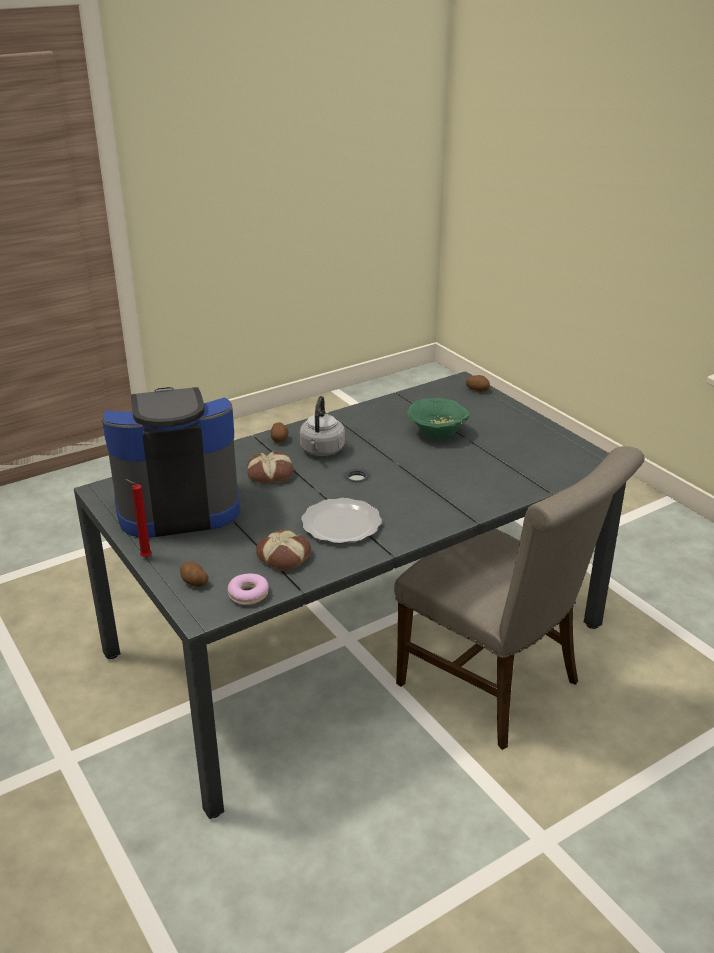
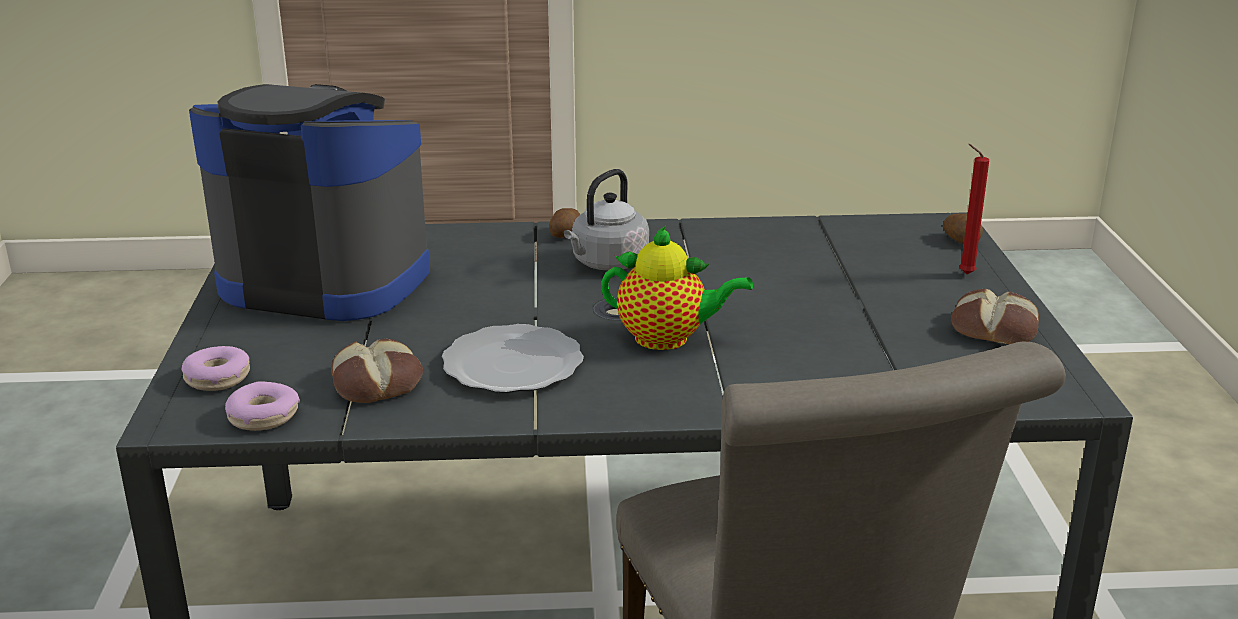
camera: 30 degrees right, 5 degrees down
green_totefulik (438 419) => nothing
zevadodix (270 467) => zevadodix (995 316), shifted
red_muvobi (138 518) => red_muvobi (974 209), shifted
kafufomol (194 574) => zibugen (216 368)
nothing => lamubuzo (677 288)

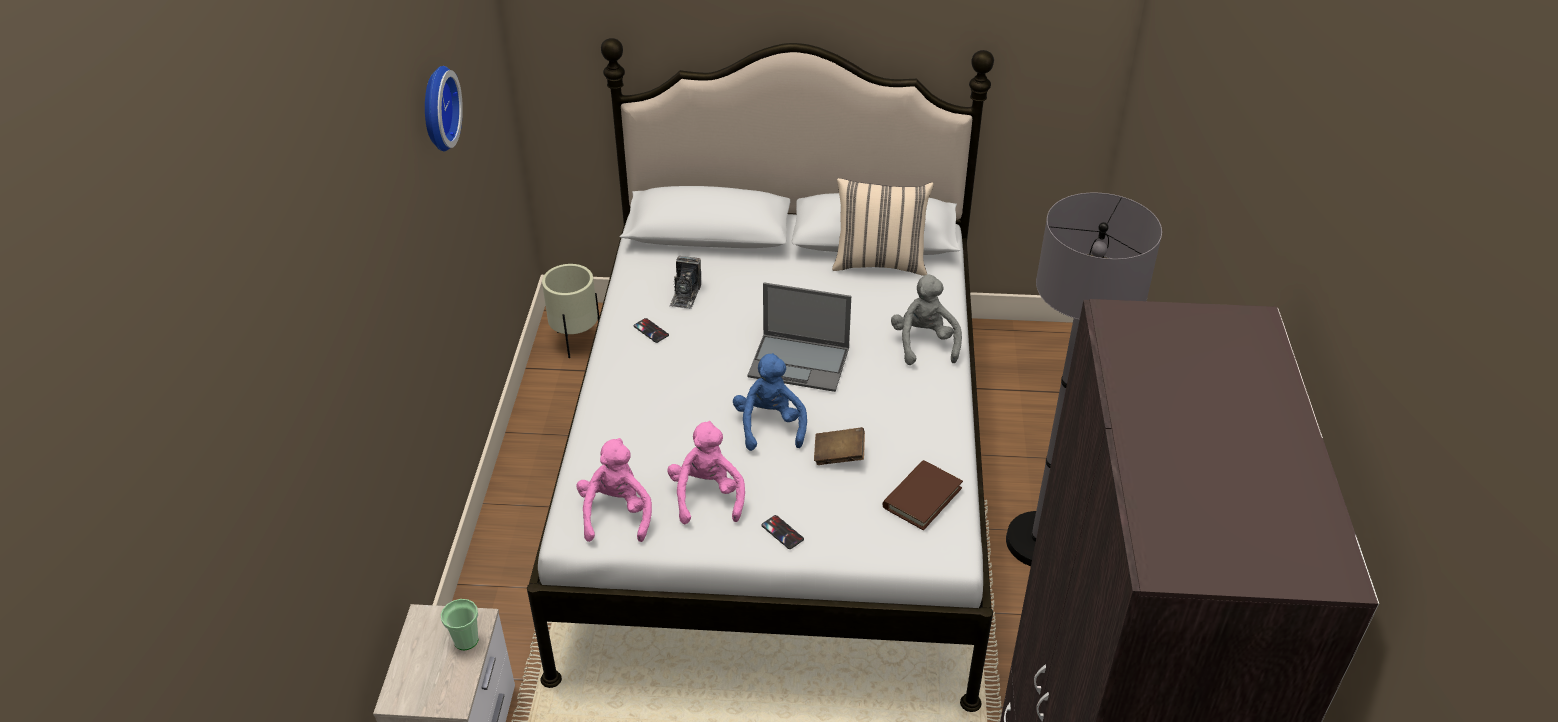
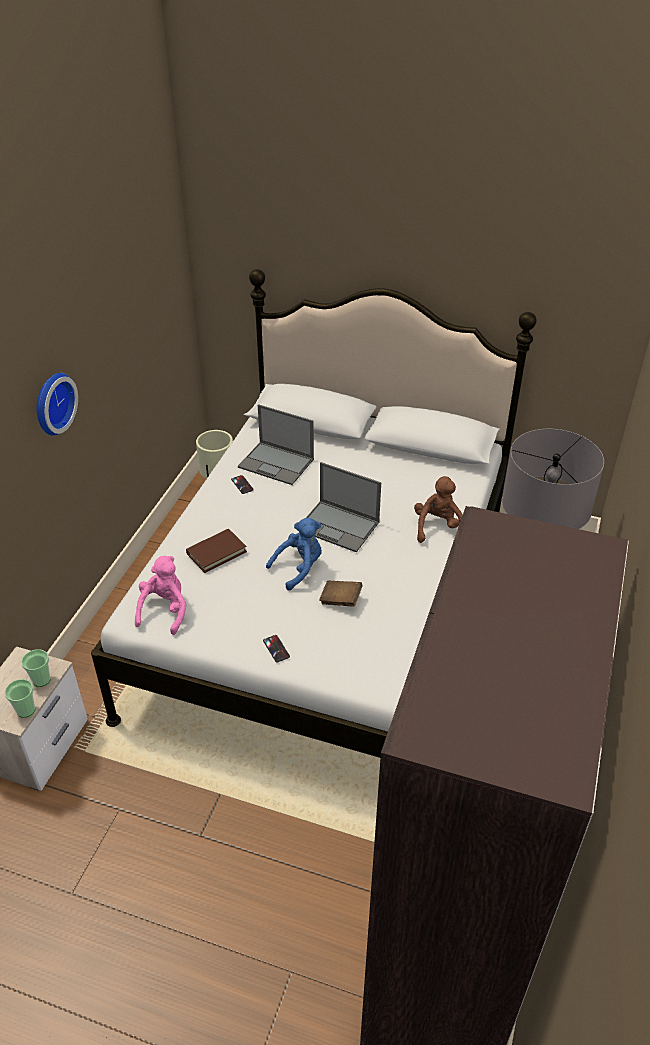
camera: 15 degrees right, 0 degrees up
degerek (444 108) => degerek (57 404), shifted
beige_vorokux (882 227) => nothing
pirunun (685 282) => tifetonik (276 444)
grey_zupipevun (926 320) => brown_zupipevun (438 509)
blue_zupipevun (770 402) => blue_zupipevun (294 554), 45 degrees clockwise
pink_zupipevun (706 472) => nothing
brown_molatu (922 495) => brown_molatu (216 551), shifted
nothing => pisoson (20 698)

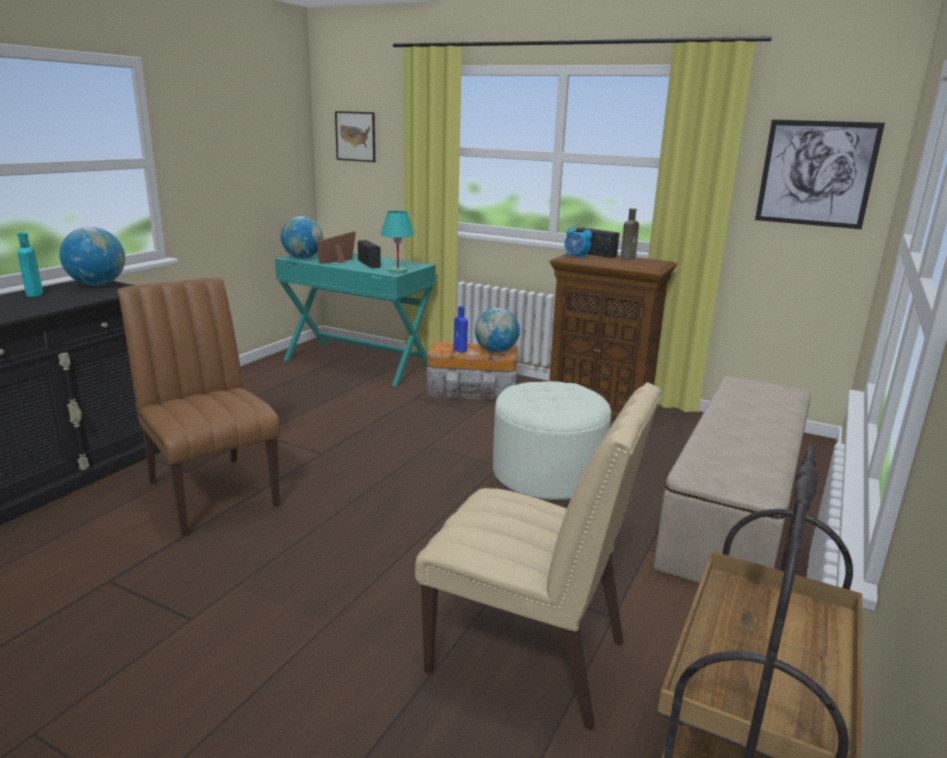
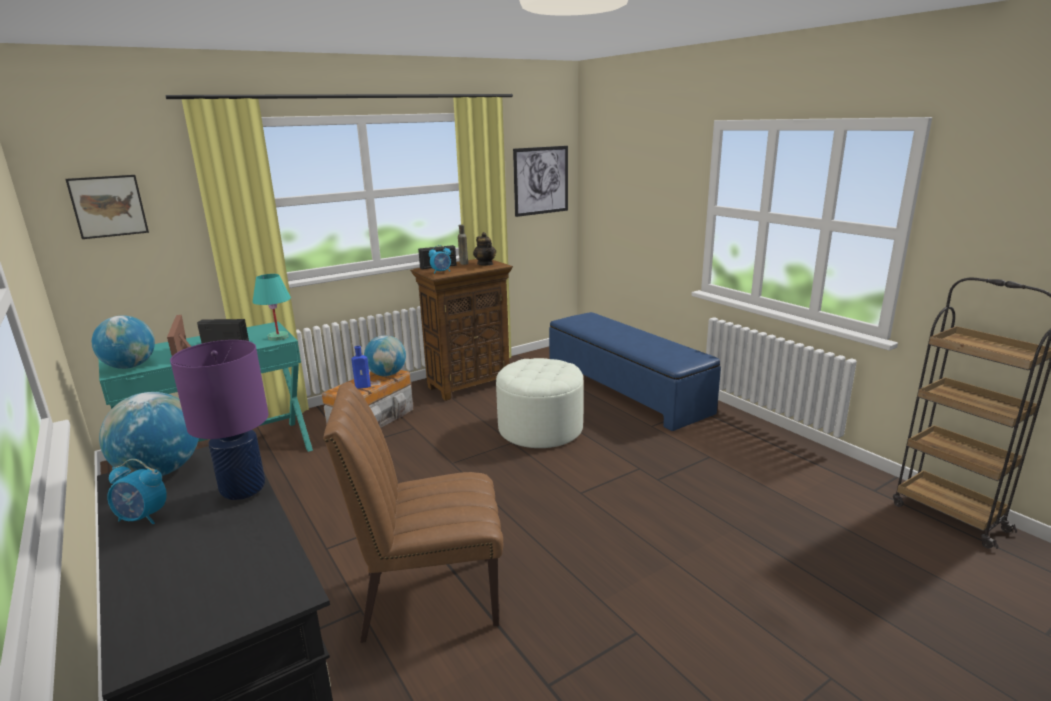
camera: 60 degrees left, 0 degrees up
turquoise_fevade (30 265) => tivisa (137 491)
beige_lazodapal (732 479) => blue_lazodapal (635 371)
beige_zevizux (538 556) => nothing
nothing => lamubuzo (484 249)
nothing => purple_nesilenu (219 420)

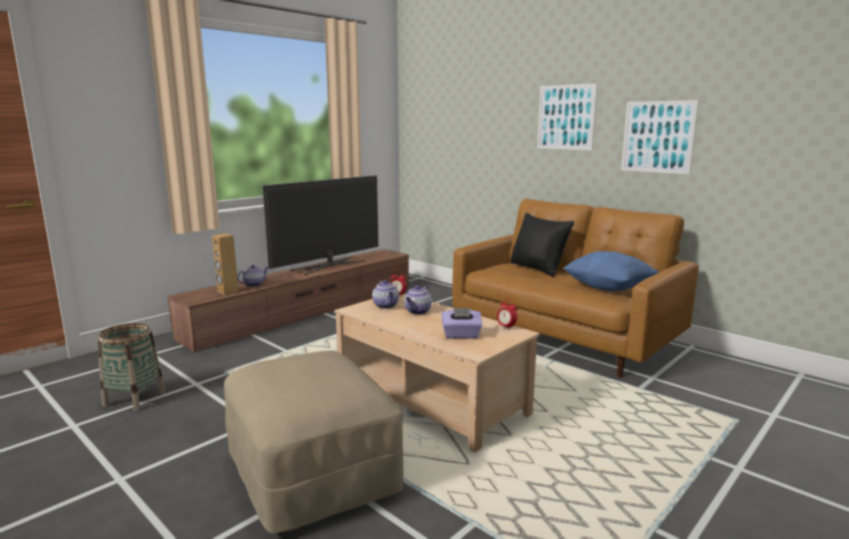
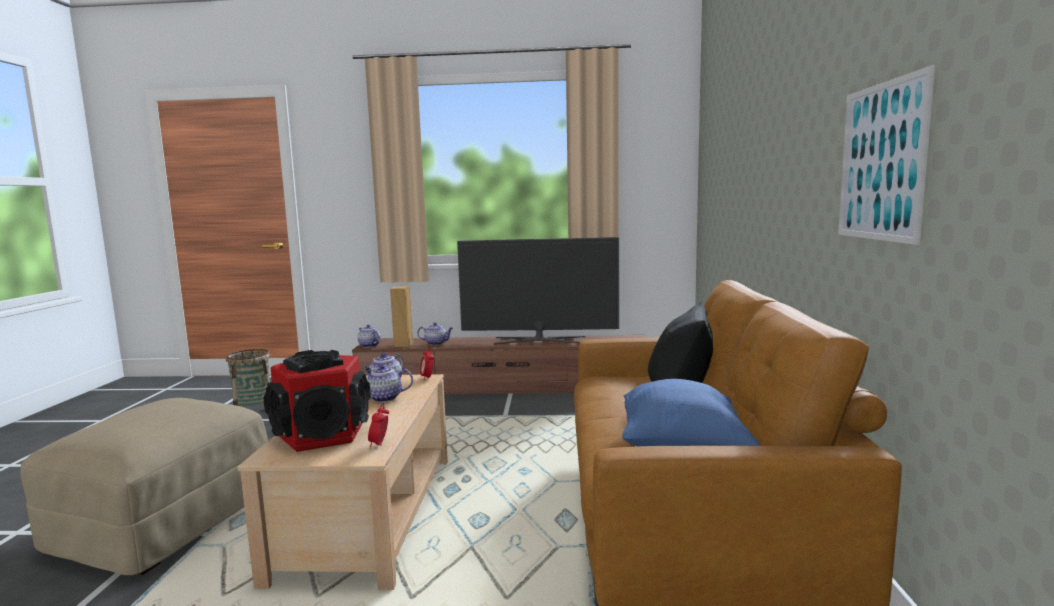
camera: 50 degrees right, 5 degrees down
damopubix (567 116) => nothing
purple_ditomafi (462 323) => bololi (317 401)
nothing => lamubuzo (369 336)

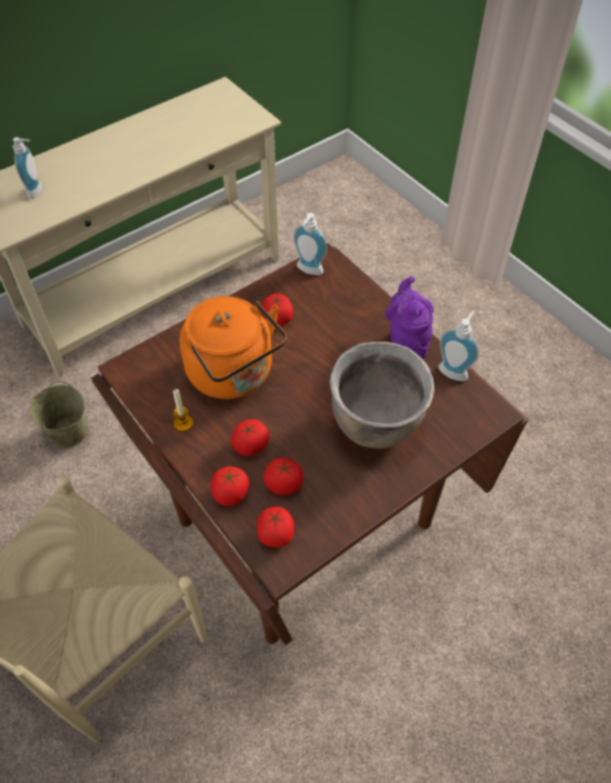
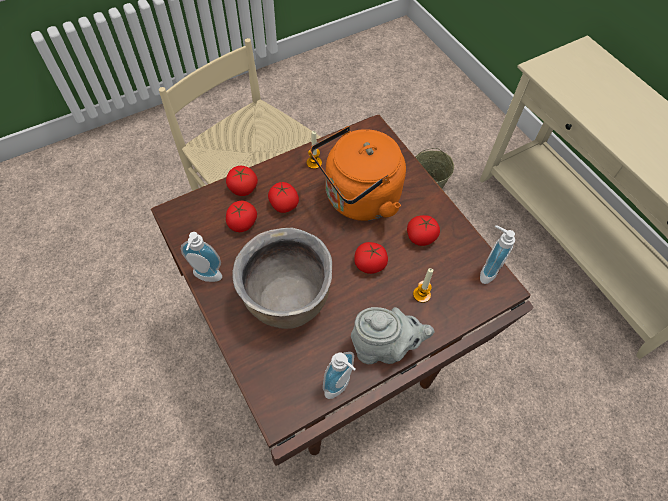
camera: 95 degrees right, 5 degrees up
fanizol (27 168) => fanizol (201 257), shifted
purple_lamubuzo (409 317) => grey_lamubuzo (392 335)
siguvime (275 526) => siguvime (371 258), shifted
nothing => muvobi (423 285)

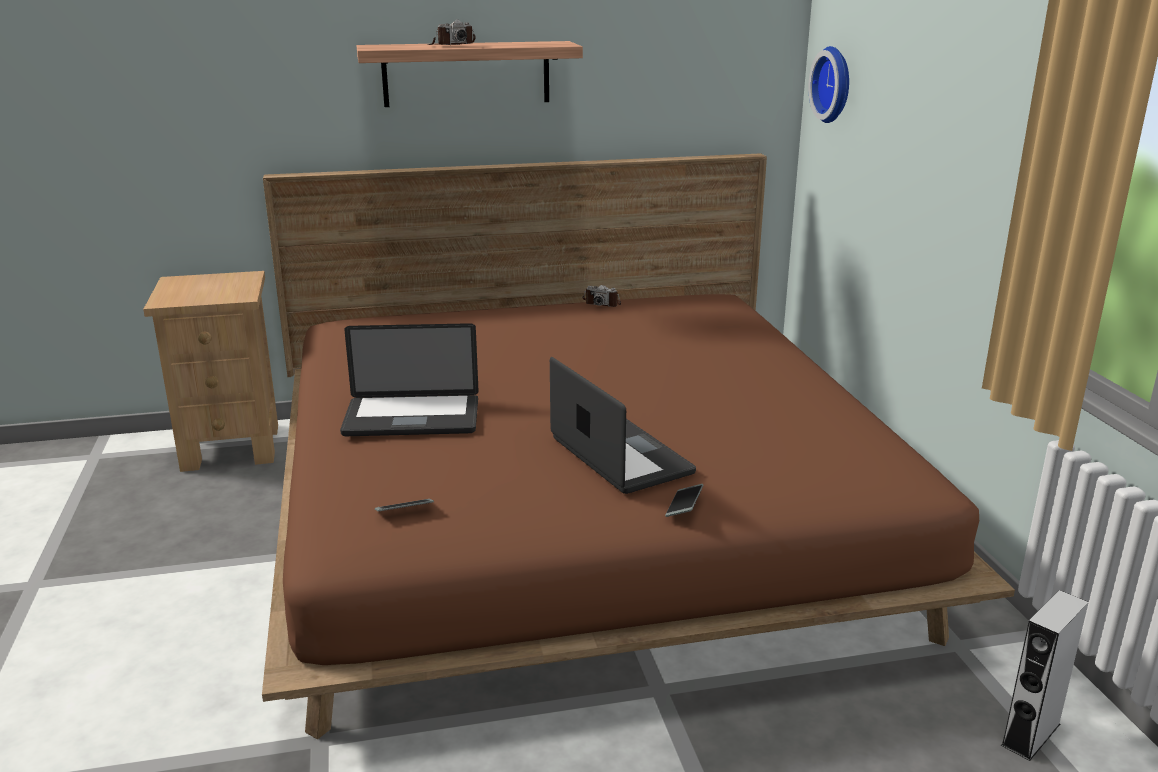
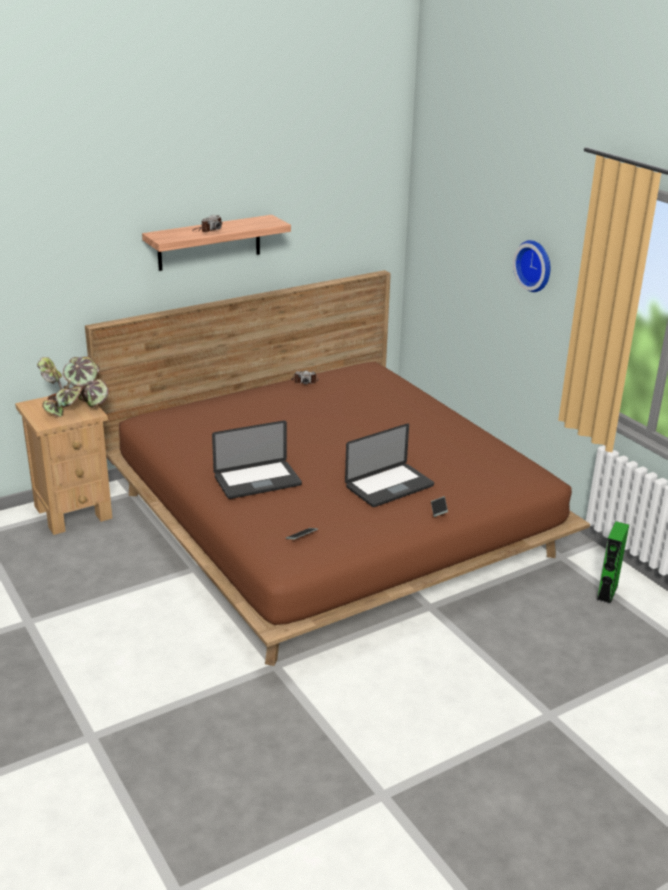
camera: 20 degrees left, 5 degrees up
degerek (828 84) => degerek (532 266), shifted
tifetonik (623 425) => tifetonik (389 465), 105 degrees clockwise
grey_bololi (1045 675) => green_bololi (612 562)
nothing => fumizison (73 386)

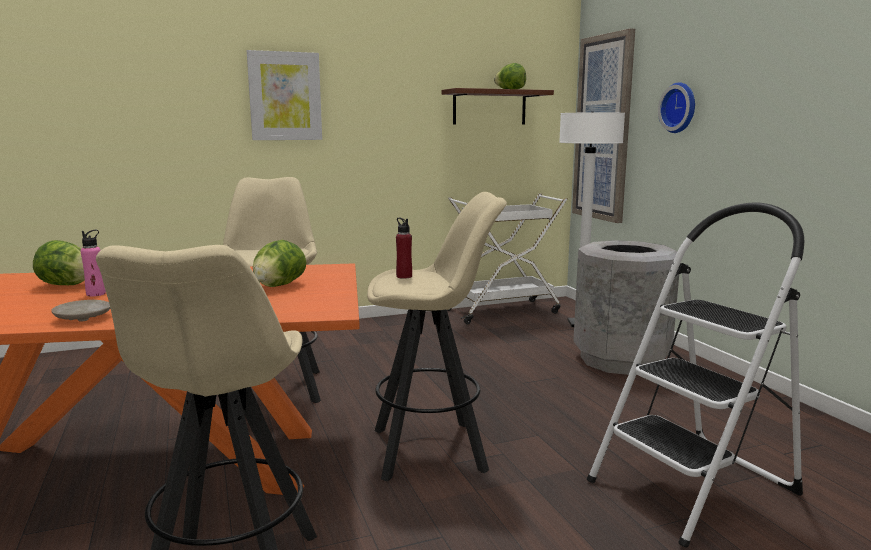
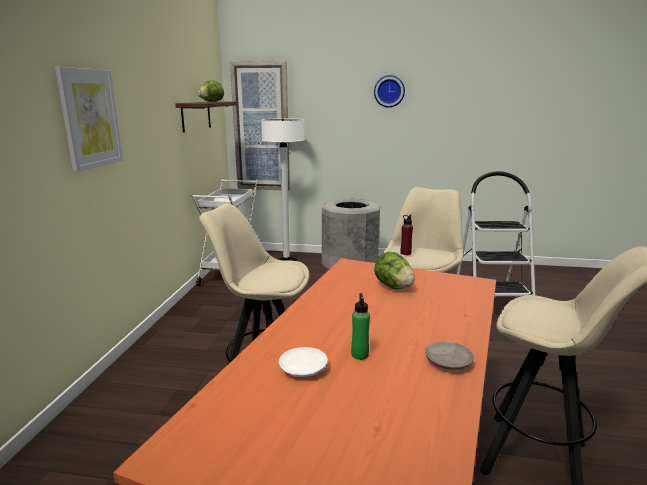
camera: 60 degrees left, 5 degrees up
degerek (676 107) => degerek (389 91), shifted
pink_fevade (93 263) => green_fevade (360 326)
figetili (59 262) => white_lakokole (303 362)

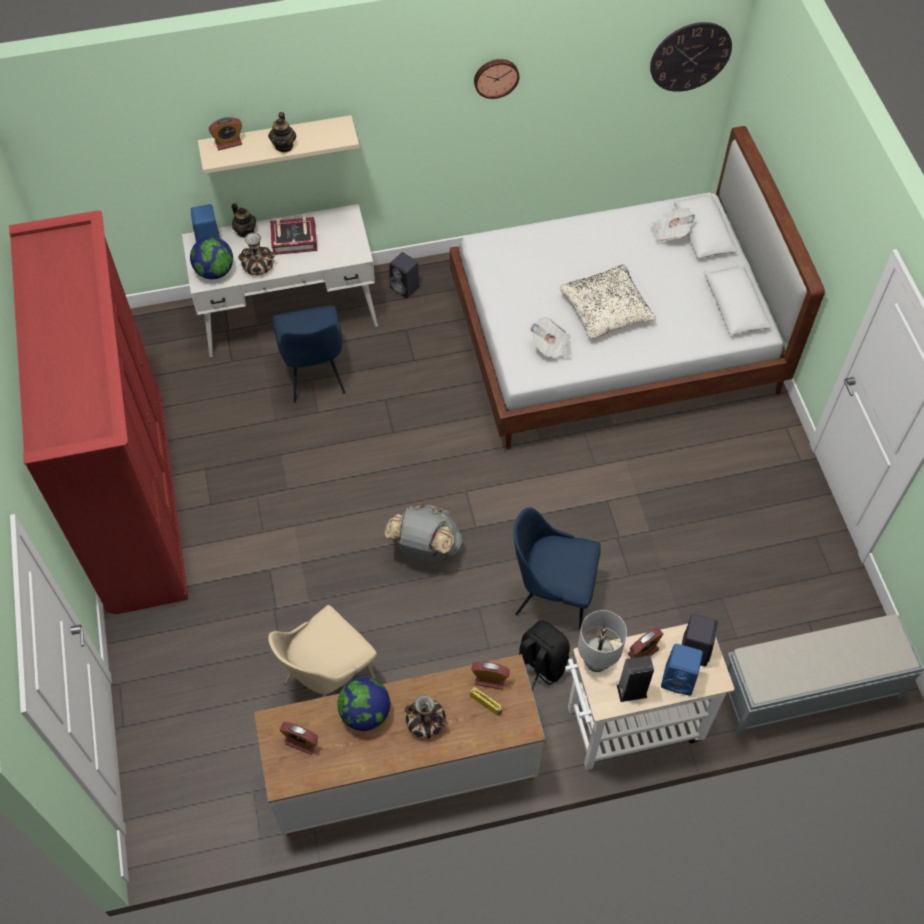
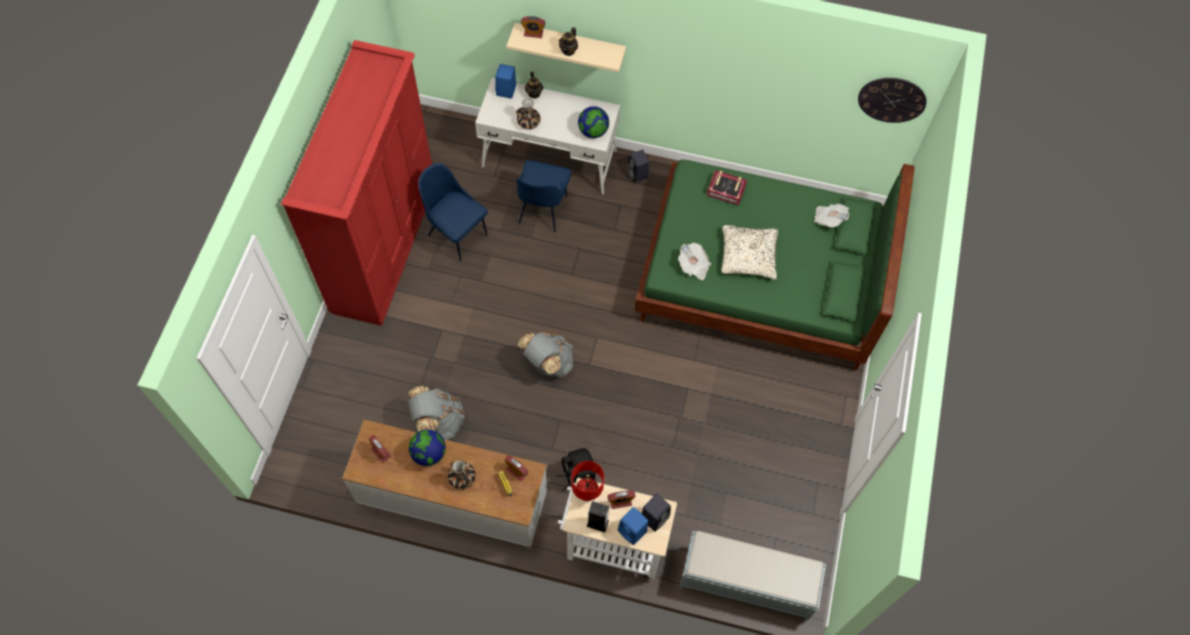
camera: 25 degrees right, 5 degrees up
degerek (496 79) => nothing
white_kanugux (637 287) => green_kanugux (774 264)
molatu (293 236) => molatu (726 188), shifted
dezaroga (211 257) => dezaroga (593 122), shifted
blue_zevizux (557 568) => blue_zevizux (453 212), shifted
beige_zevizux (322 651) => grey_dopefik (436 412)
white_nesilenu (602 641) => red_nesilenu (587 481)

